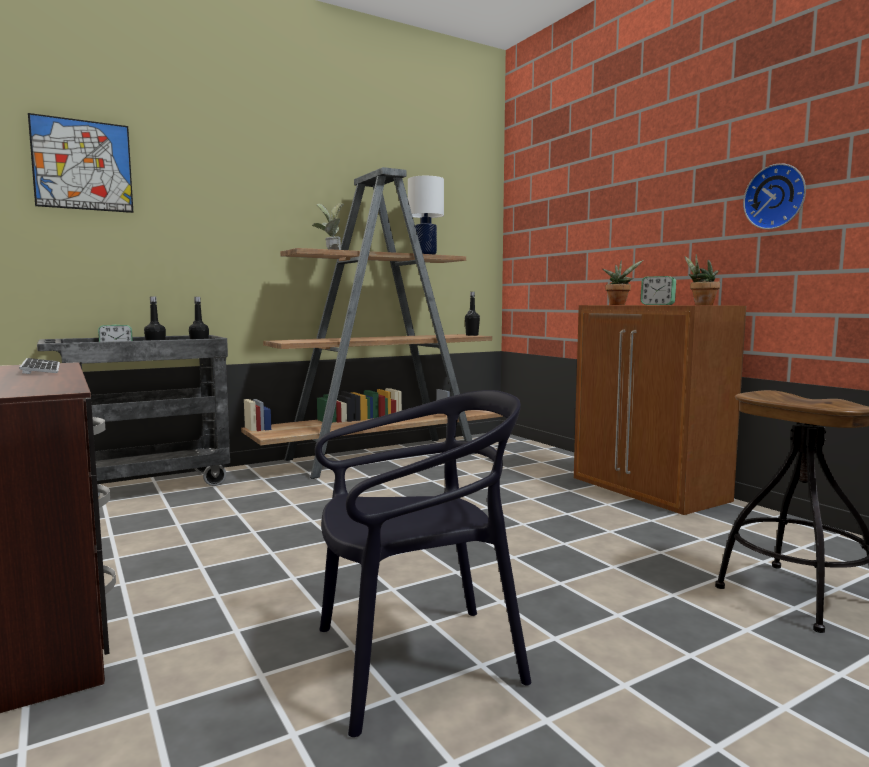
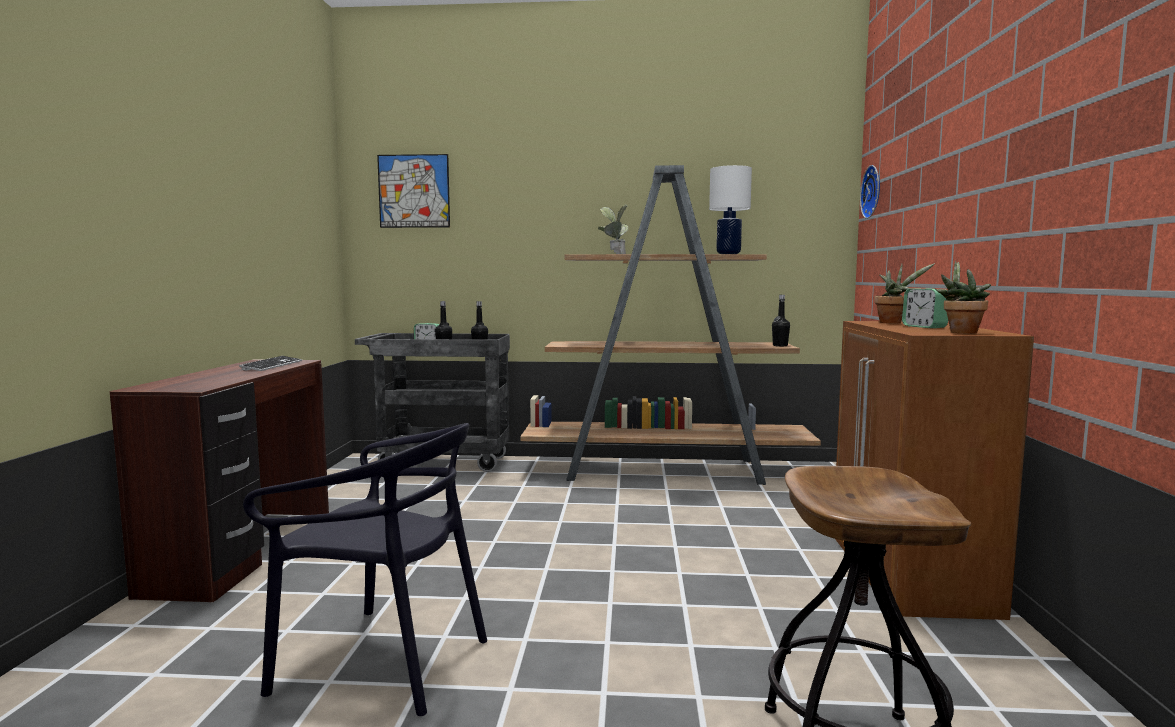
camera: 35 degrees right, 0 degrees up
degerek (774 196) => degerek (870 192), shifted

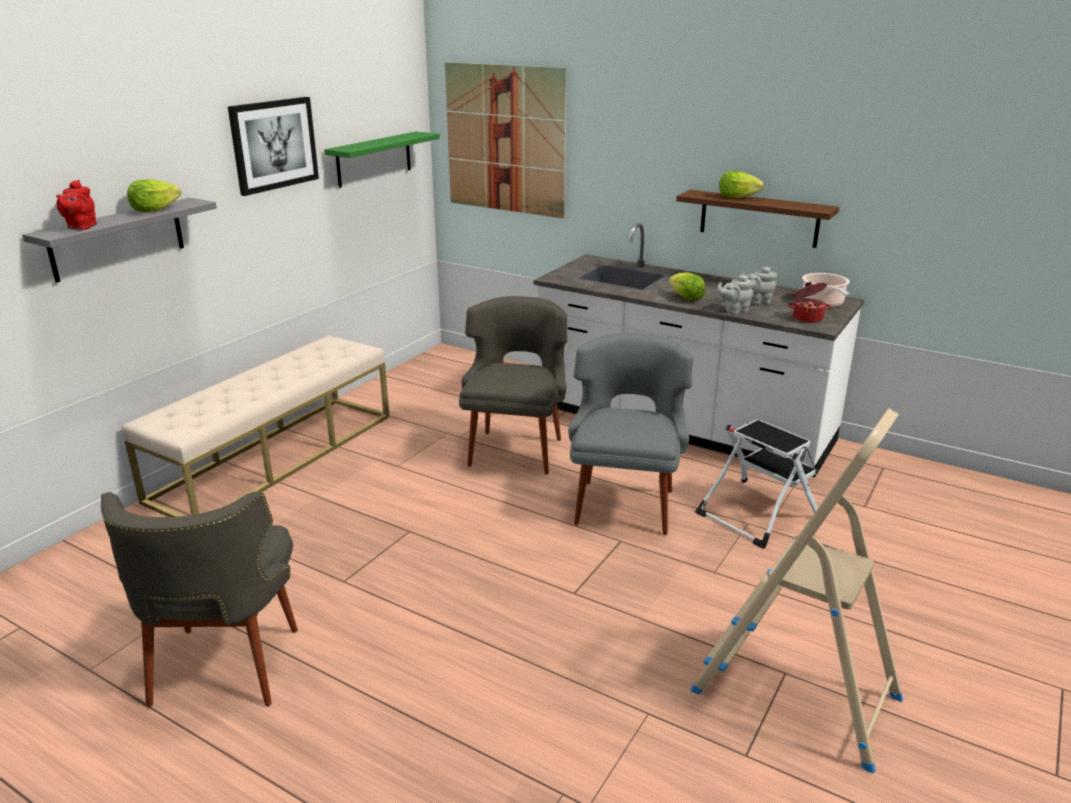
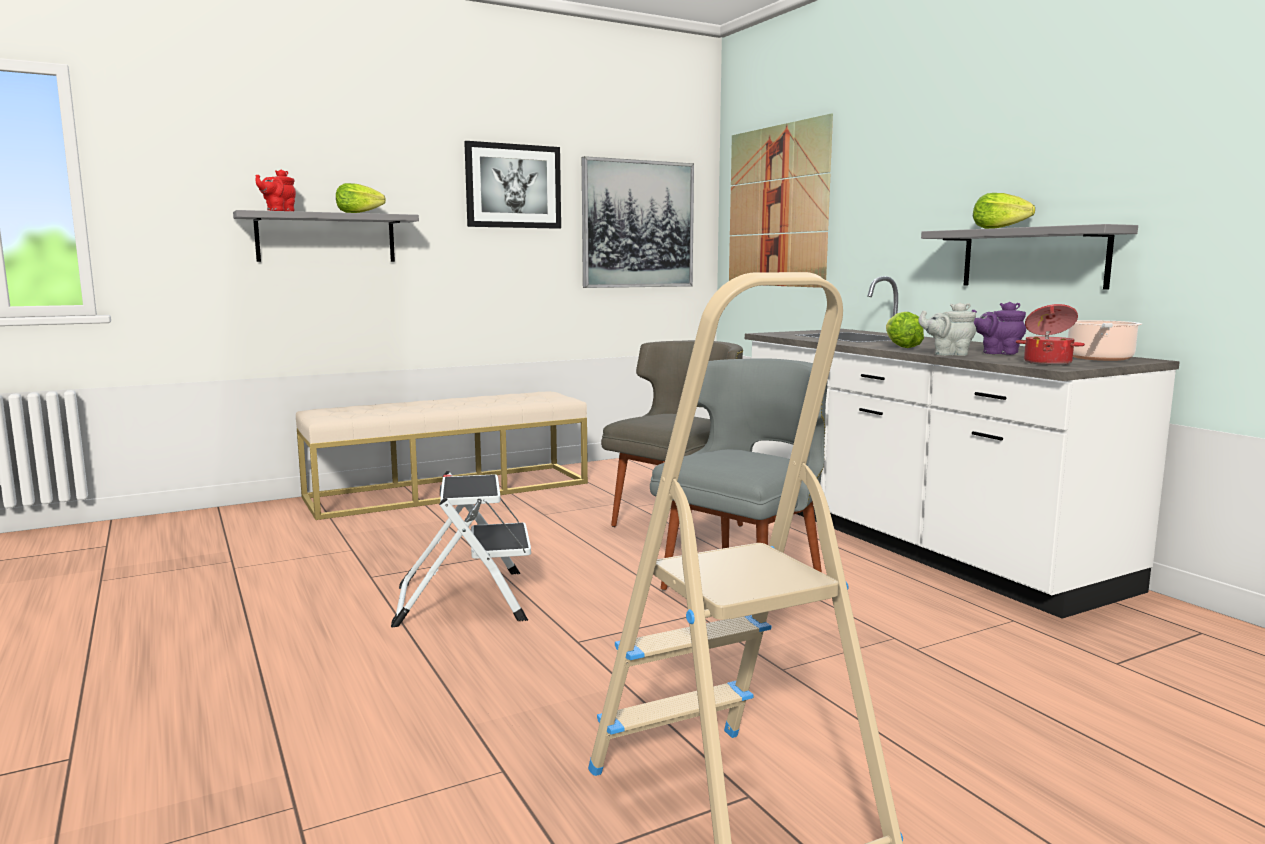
camera: 30 degrees right, 15 degrees down
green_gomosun (382 159) => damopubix (638 222)
brown_gomosun (757 219) => grey_gomosun (1029 257)
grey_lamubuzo (758 286) => purple_lamubuzo (998 328)
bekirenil (756 484) => bekirenil (461 549), shifted
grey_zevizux (199 599) => nothing

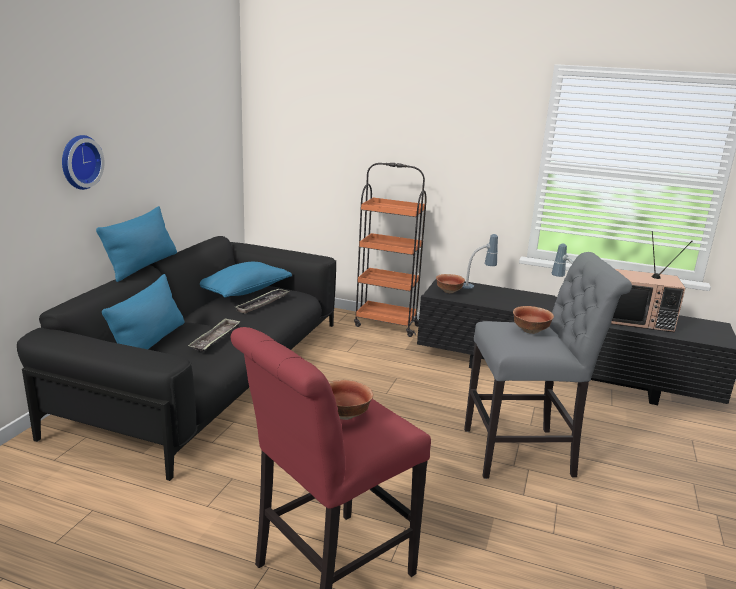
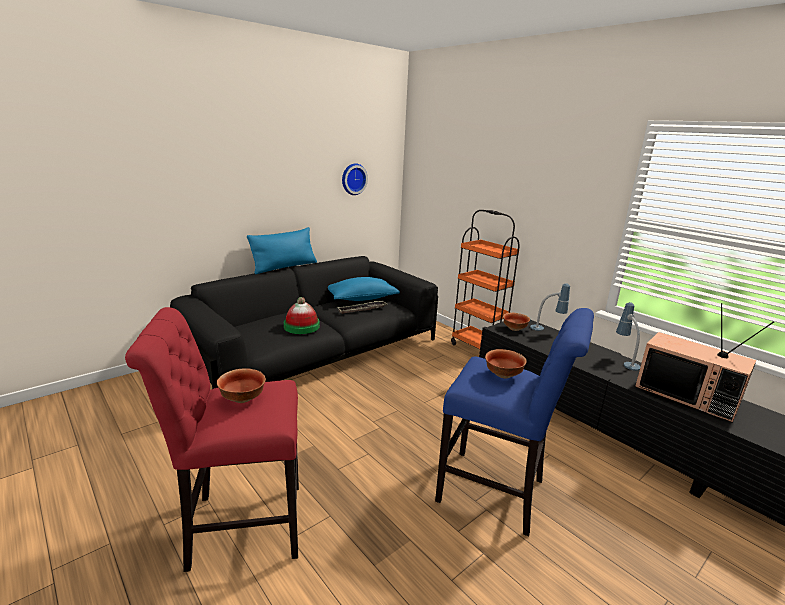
camera: 30 degrees right, 0 degrees up
degerek (83 162) => degerek (355 179), shifted
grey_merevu (548 365) => blue_merevu (514 422)
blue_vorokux (143 311) => nothing
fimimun (214 335) => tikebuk (302 315)

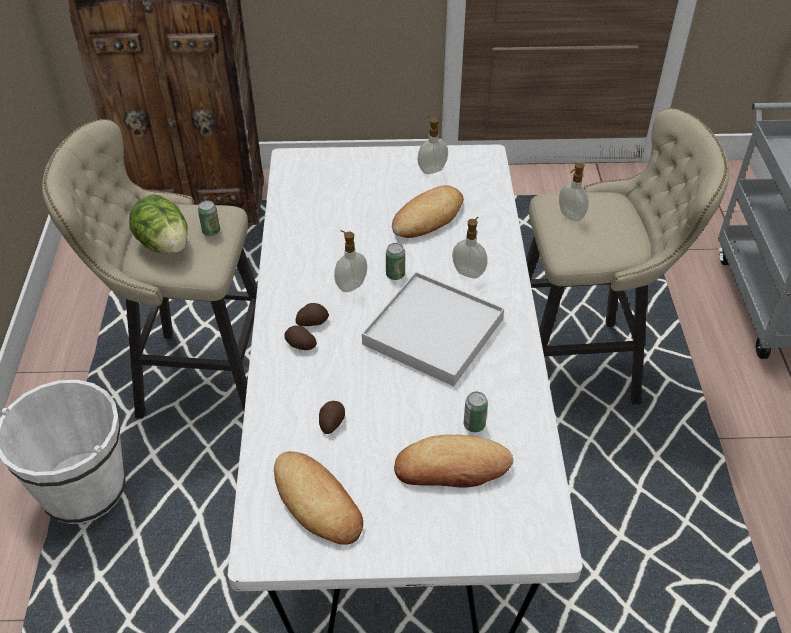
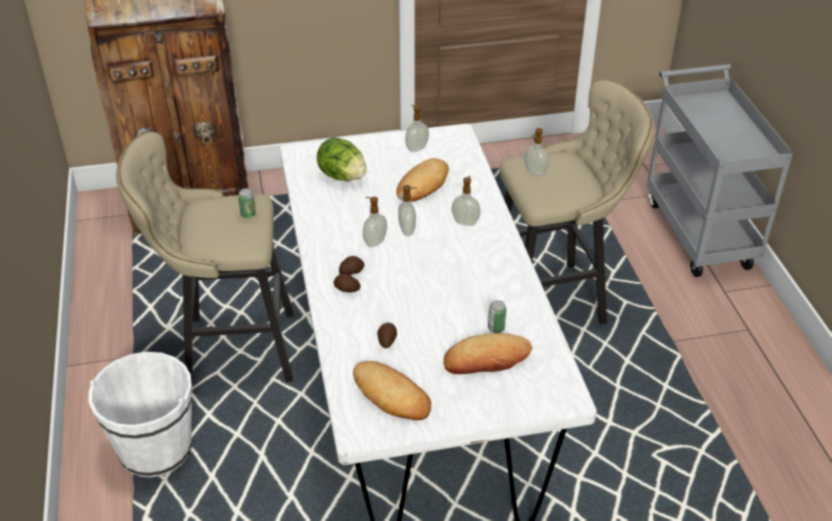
camera: 10 degrees left, 5 degrees down
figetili (158 224) => figetili (342 159), shifted
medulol (395 261) => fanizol (407 210)
white_fimimun (433 328) => nothing

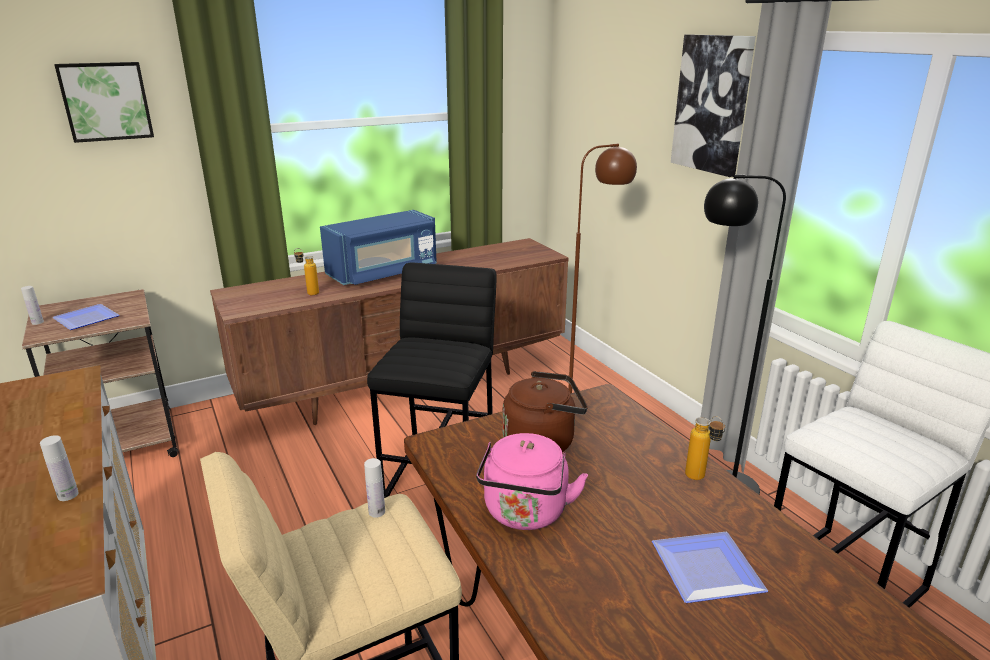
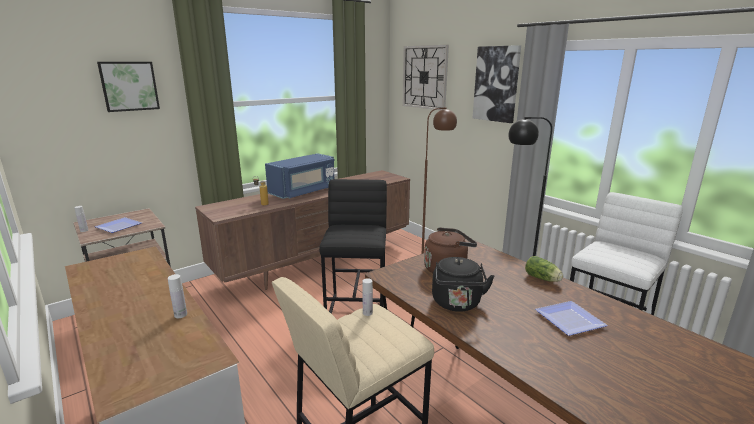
camera: 10 degrees left, 5 degrees down
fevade (705 448) => figetili (544 269)
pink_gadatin (532 481) => black_gadatin (463 284)
nothing => degerek (426 77)

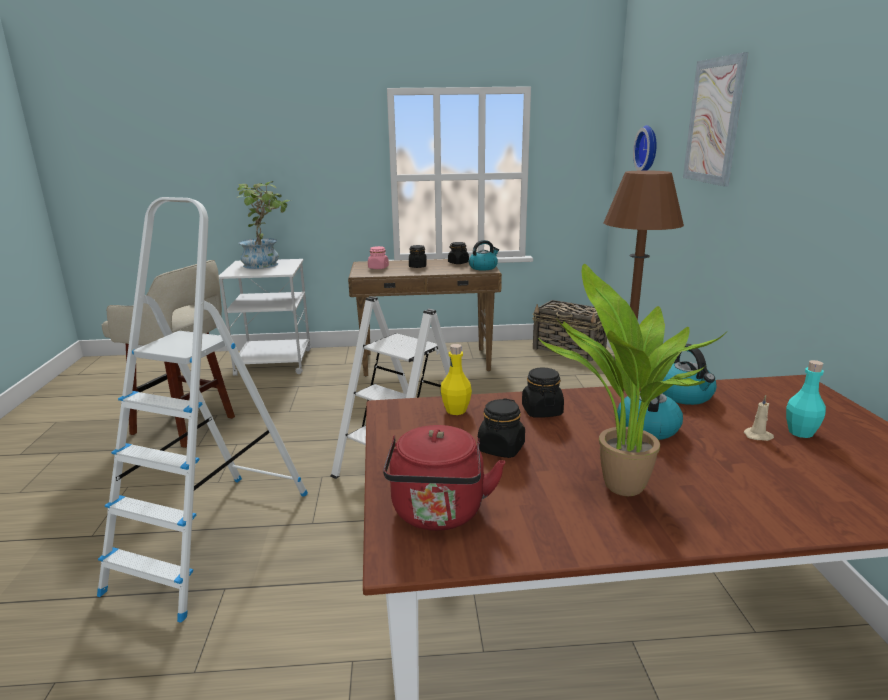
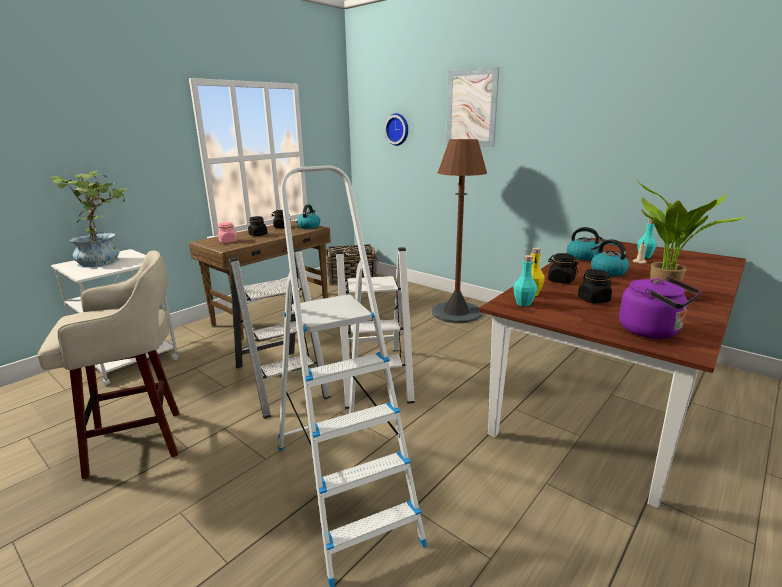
camera: 45 degrees left, 0 degrees up
red_gadatin (444 478) => purple_gadatin (660 308)
nothing => grey_bekirenil (280 333)
nothing => turquoise_fevade (525 280)

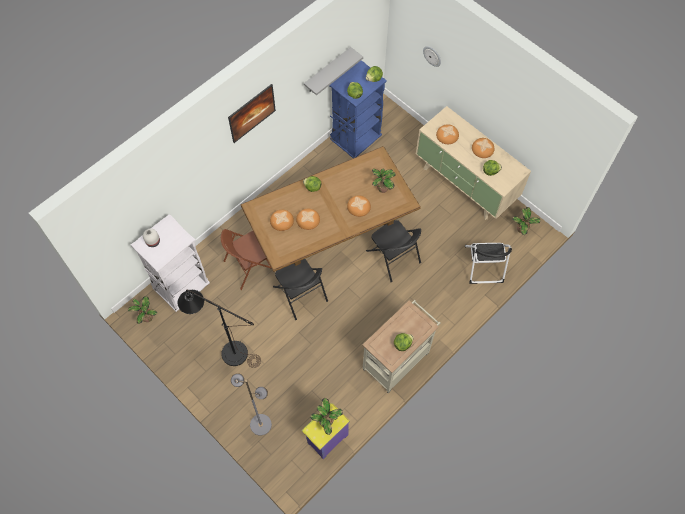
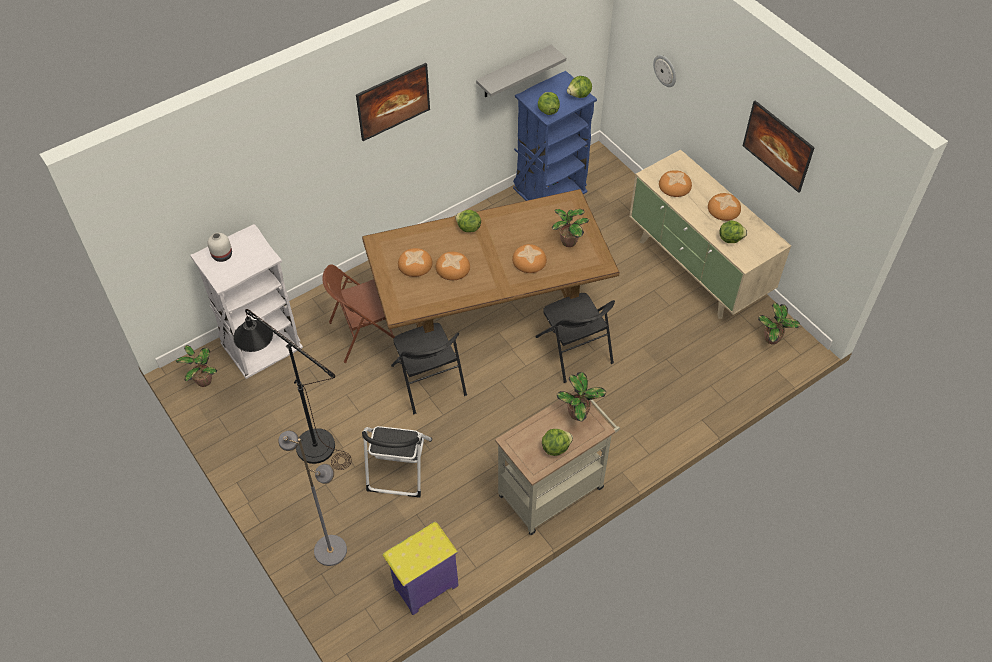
camera: 10 degrees right, 10 degrees down
bekirenil (488 263) => bekirenil (397 462), shifted
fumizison (326 416) => fumizison (581 397), shifted
nothing => damopubix (778 146)

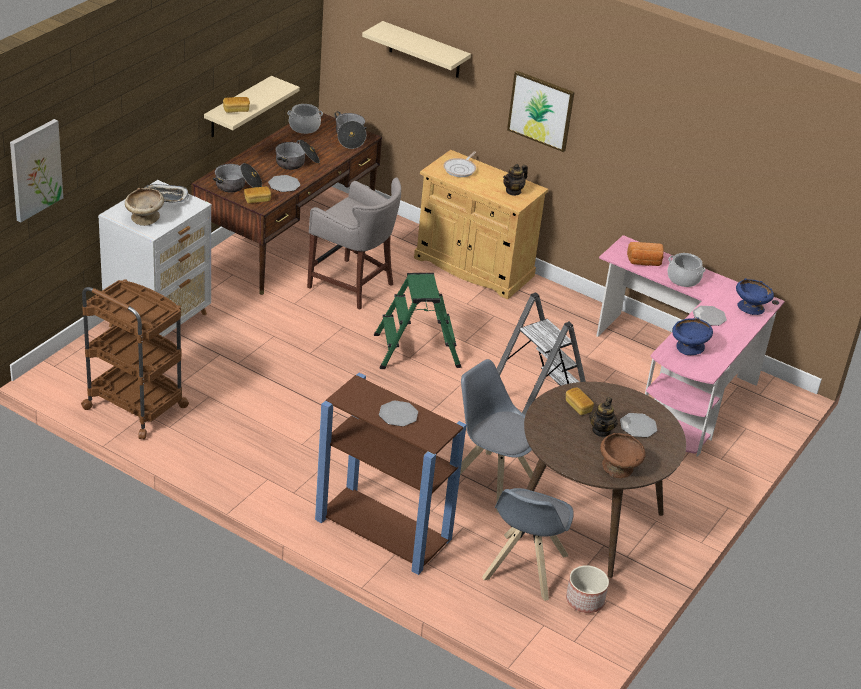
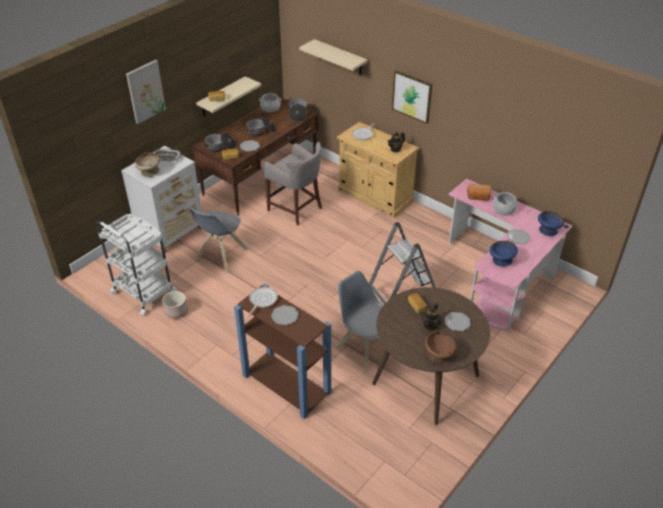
camera: 10 degrees right, 5 degrees up
damopubix (36 170) => damopubix (146 92), shifted
green_bekirenil (417 321) => nothing
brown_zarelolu (135 359) => white_zarelolu (136 265)
grey_zevizux (528 544) => grey_zevizux (218 239), shifted
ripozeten (587 589) => ripozeten (175 305), shifted
nothing => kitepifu (263 301)

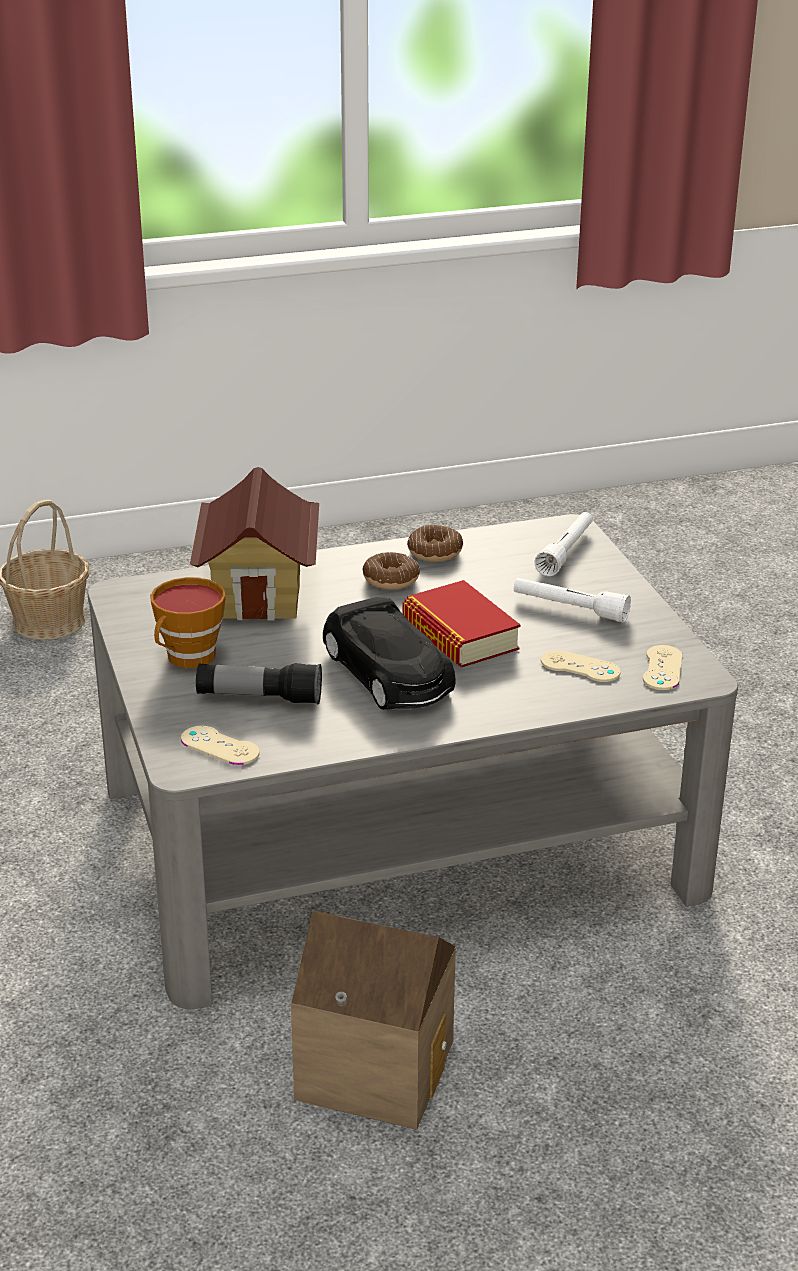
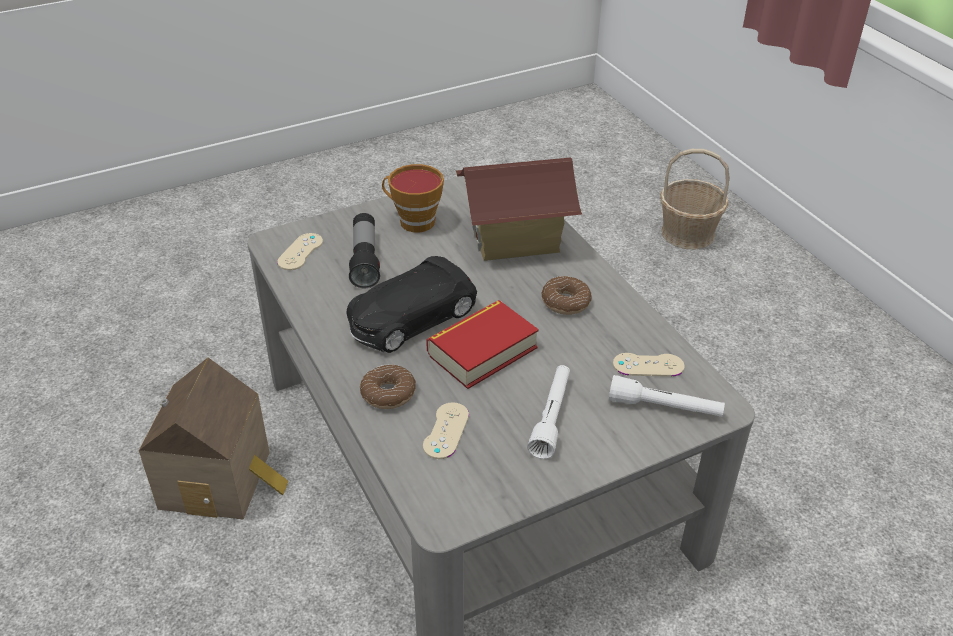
camera: 80 degrees right, 10 degrees up
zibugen (435 543) => zibugen (388 386), shifted
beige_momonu (663 667) => beige_momonu (648 365), shifted

